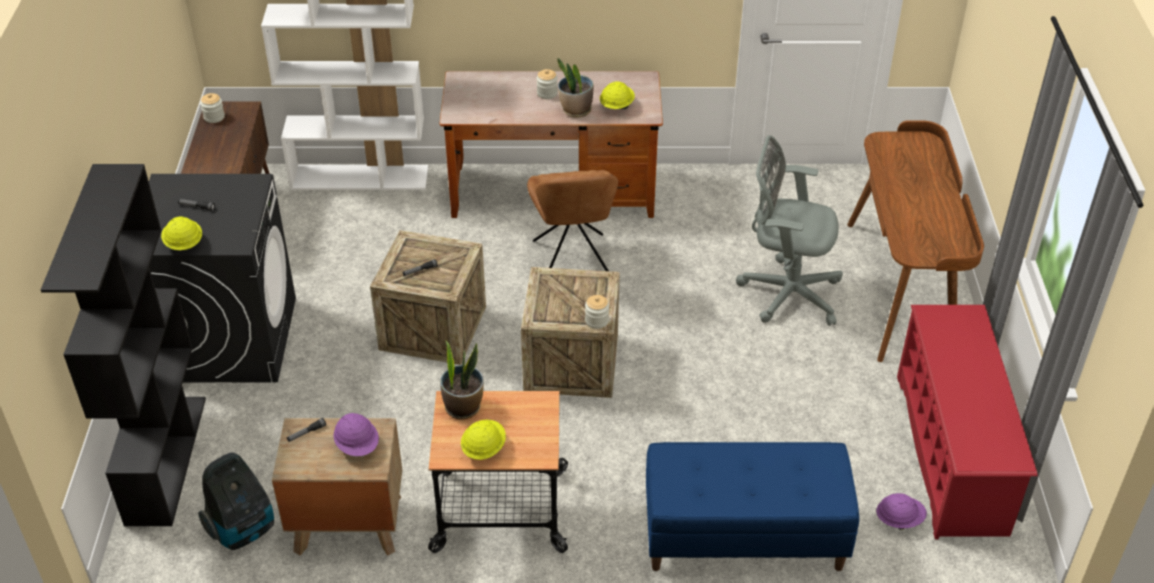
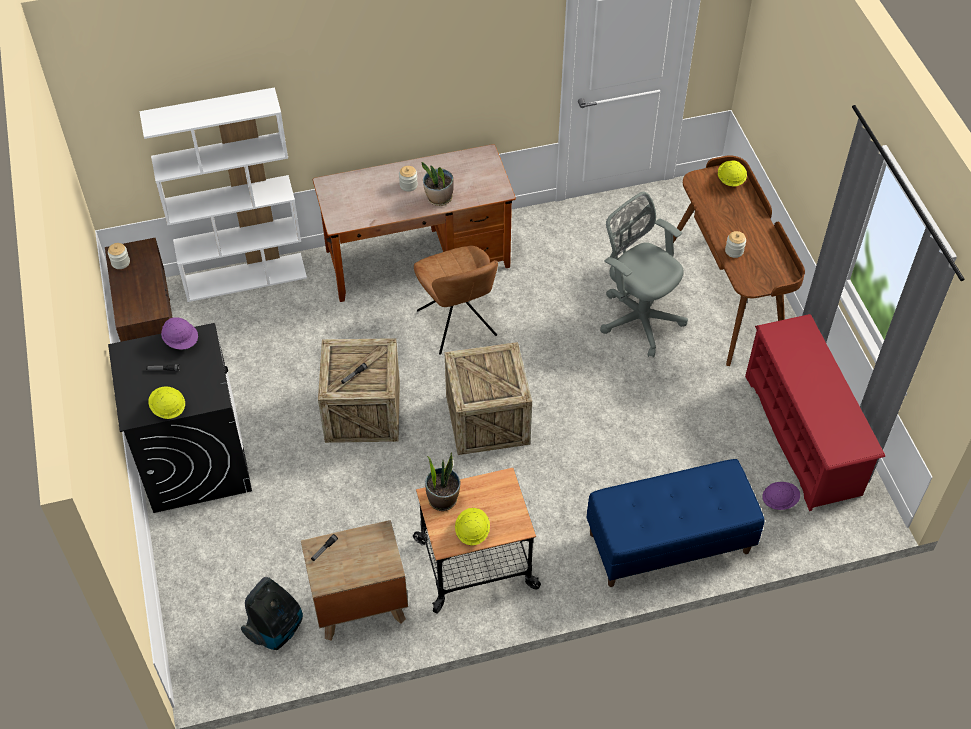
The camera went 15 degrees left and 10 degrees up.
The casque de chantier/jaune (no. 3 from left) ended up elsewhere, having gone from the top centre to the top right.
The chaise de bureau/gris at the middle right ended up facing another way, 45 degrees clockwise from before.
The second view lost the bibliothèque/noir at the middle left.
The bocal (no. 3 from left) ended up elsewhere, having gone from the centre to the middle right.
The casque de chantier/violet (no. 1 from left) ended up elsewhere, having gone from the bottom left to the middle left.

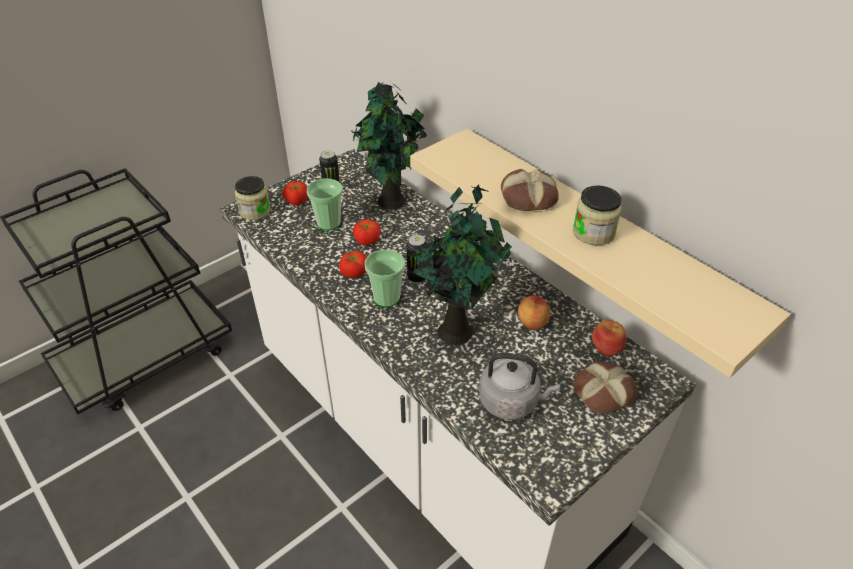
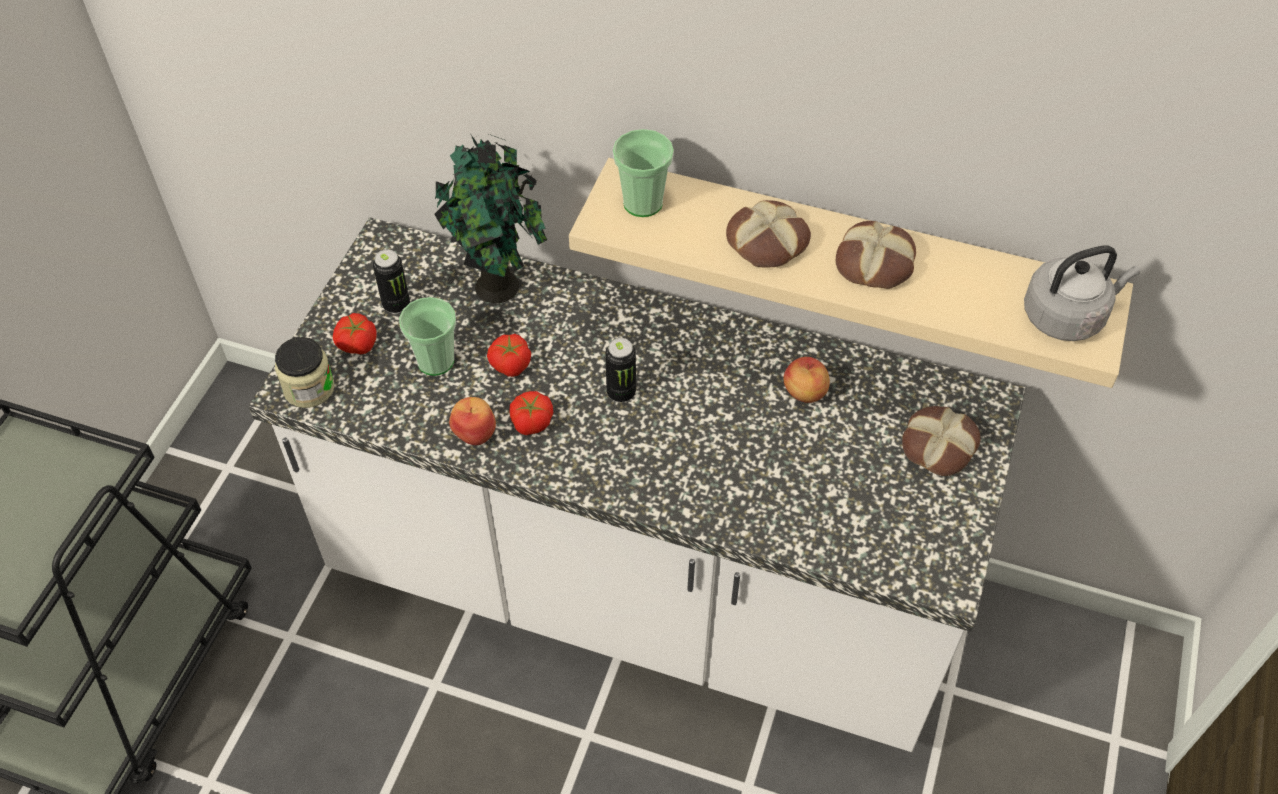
The camera went 30 degrees left and 10 degrees up.
The second view lost the plante en pot (no. 2 from left) at the centre.
Where the bocal (no. 2 from left) stood at the middle right, the pain (no. 2 from left) came to stand at the top right.
The tasse (no. 2 from left) ended up elsewhere, having gone from the centre to the top centre.
The pomme (no. 2 from left in the first image) ended up elsewhere, having gone from the middle right to the centre.
The bouilloire/gris ended up elsewhere, having gone from the bottom centre to the middle right.

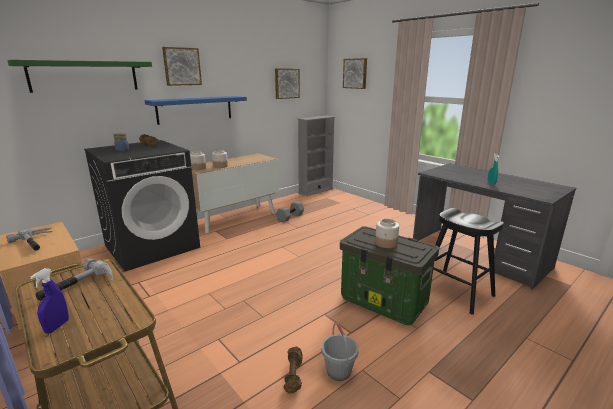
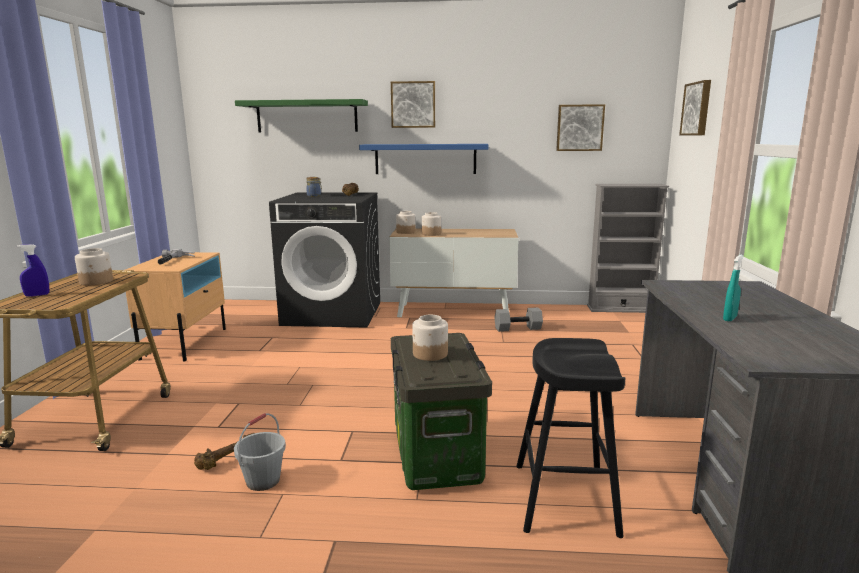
The camera went 45 degrees right and 5 degrees down.
Where the marteau (no. 2 from left) stood at the bottom left, the bocal (no. 1 from left) came to stand at the middle left.

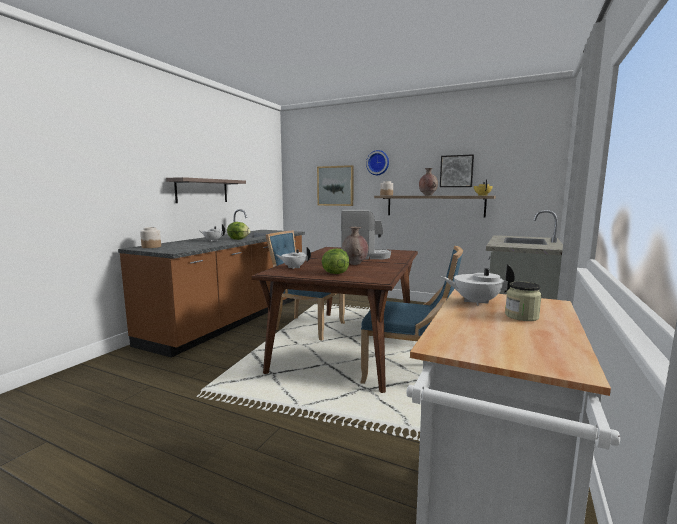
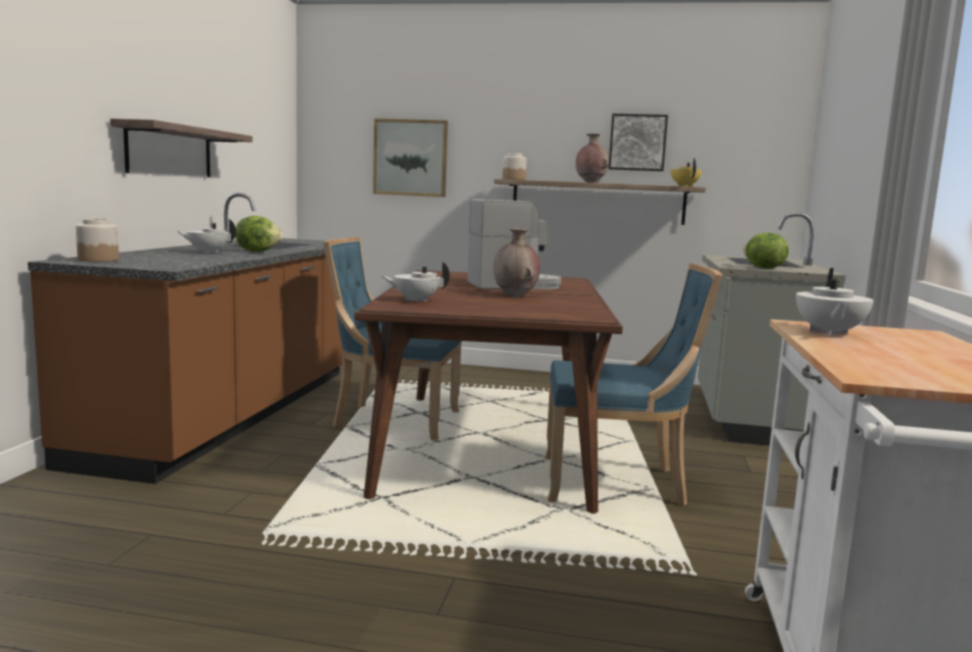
The camera went 15 degrees left and 0 degrees up.
The second view lost the horloge murale at the top centre.
The laitue (no. 2 from left) ended up elsewhere, having gone from the centre to the middle right.
The théière/blanc (no. 3 from left) at the middle right ended up facing another way, 75 degrees counterclockwise from before.
The second view lost the bocal (no. 3 from left) at the middle right.

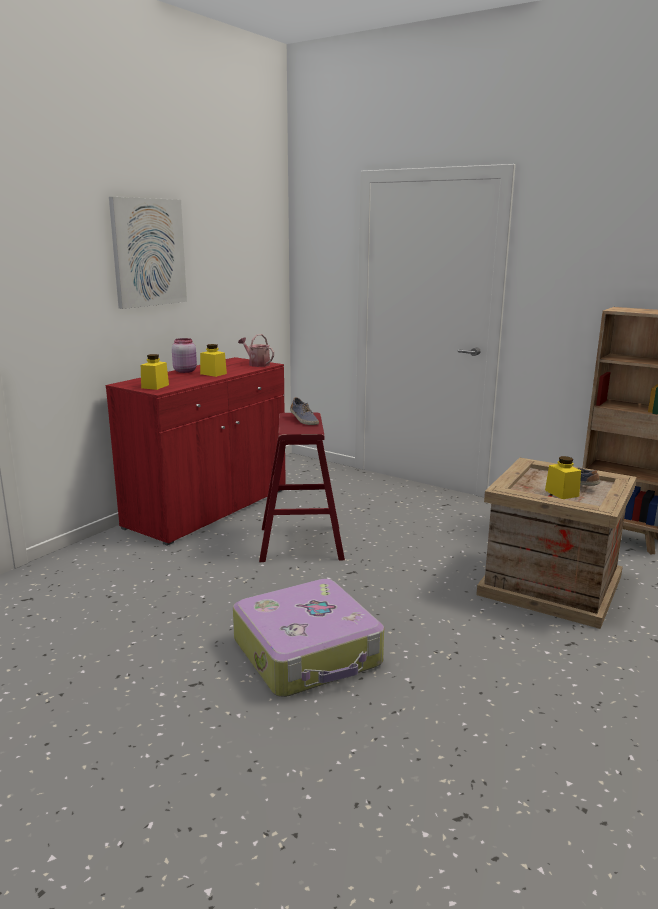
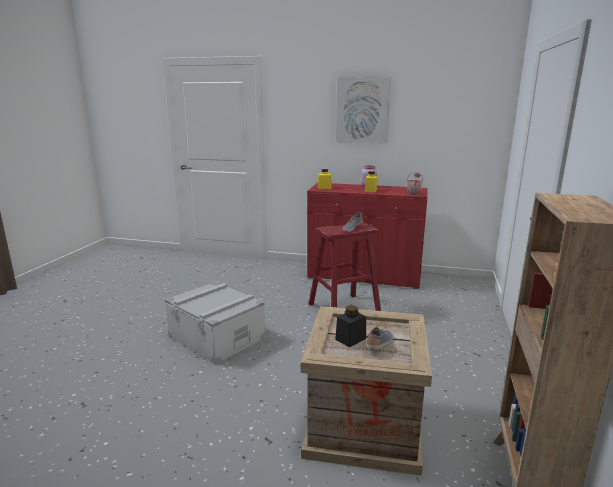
The camera went 70 degrees right and 0 degrees up.
What was the bocal/jaune (no. 3 from left) at the middle right turned into the bocal/noir at the bottom centre.
Where the valise stood at the bottom centre, the boîte de rangement/gris came to stand at the centre.

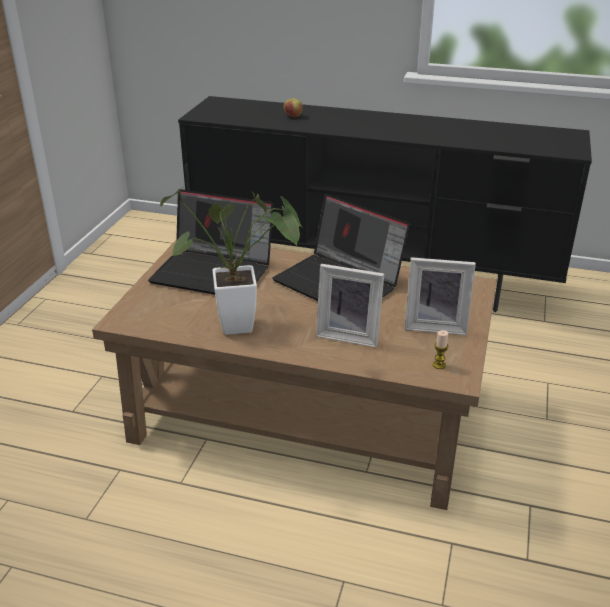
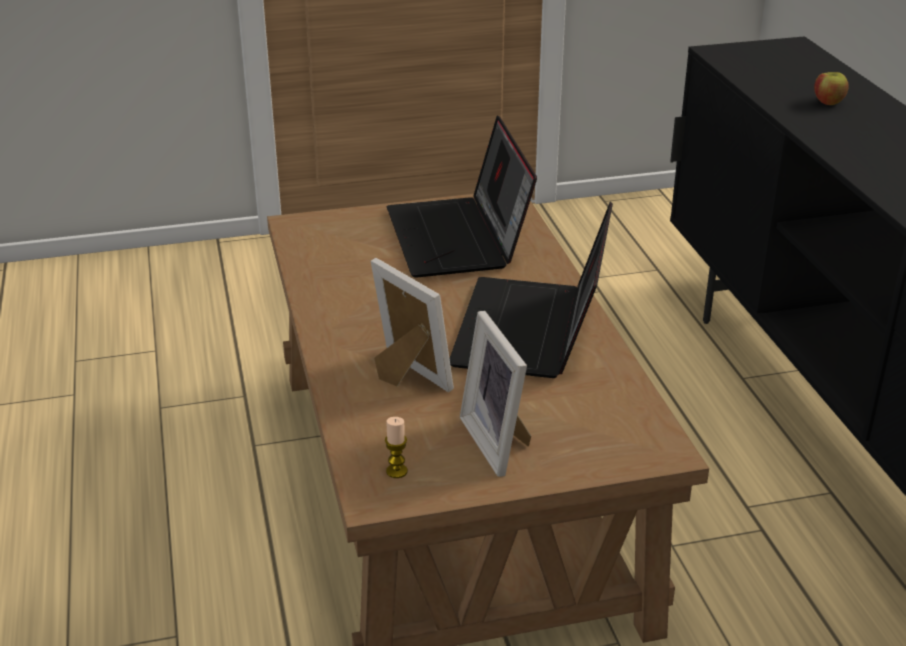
The camera went 60 degrees right and 0 degrees up.
The second view lost the plante en pot at the centre.
The cadre photo (no. 1 from left) at the centre ended up facing another way, 150 degrees clockwise from before.

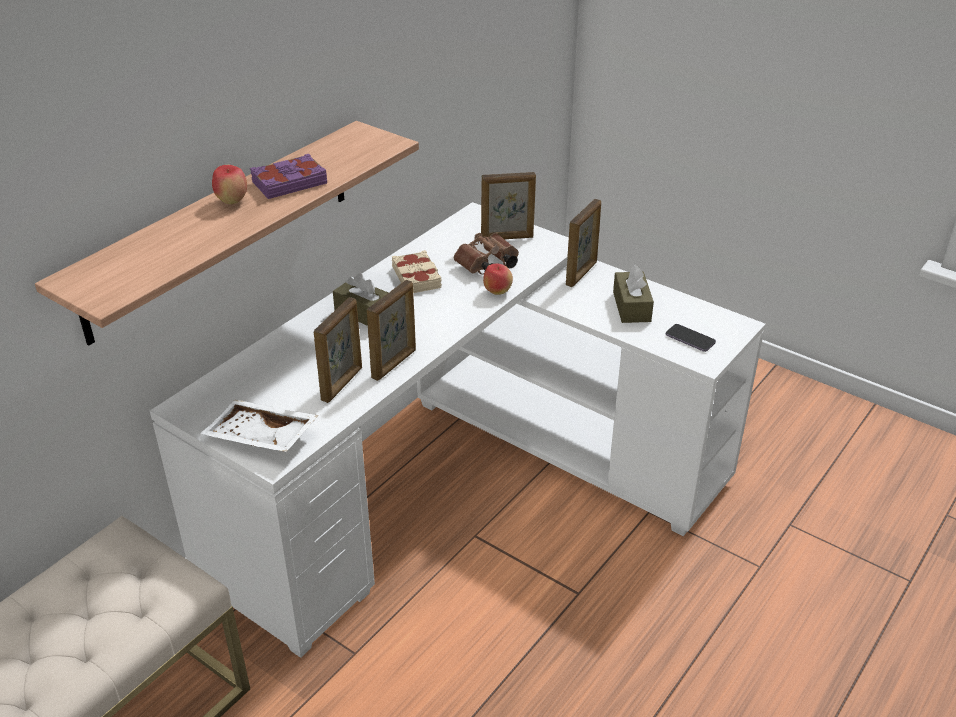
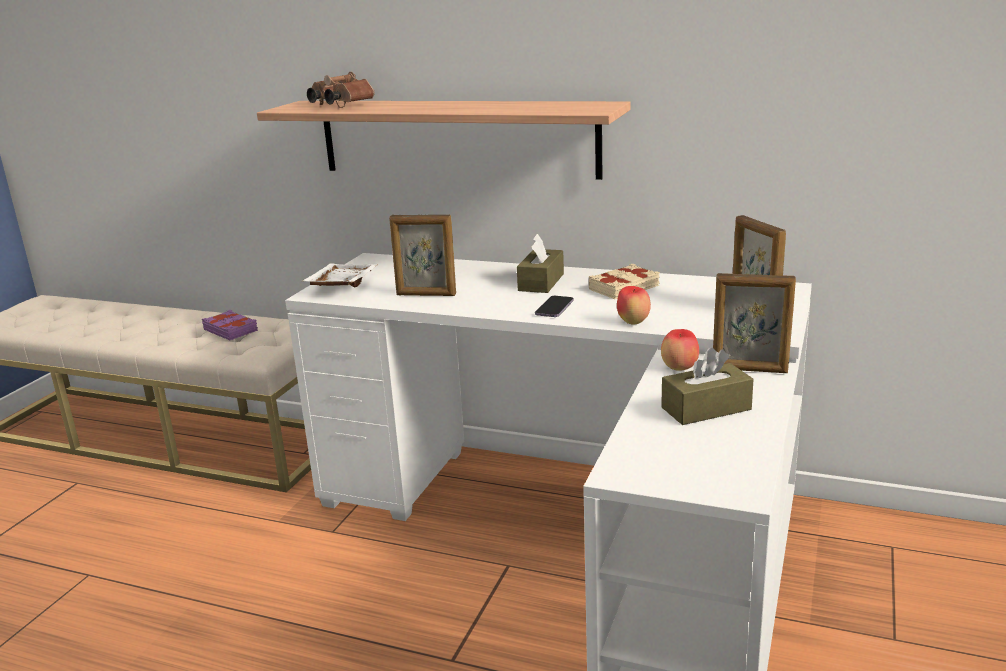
The camera went 75 degrees right and 15 degrees down.
The livre/violet ended up elsewhere, having gone from the top left to the middle left.
The pomme (no. 1 from left in the first image) ended up elsewhere, having gone from the top left to the middle right.
The jumelles/marron ended up elsewhere, having gone from the centre to the top centre.
The second view lost the cadre photo (no. 2 from left) at the centre.
The téléphone ended up elsewhere, having gone from the middle right to the centre.

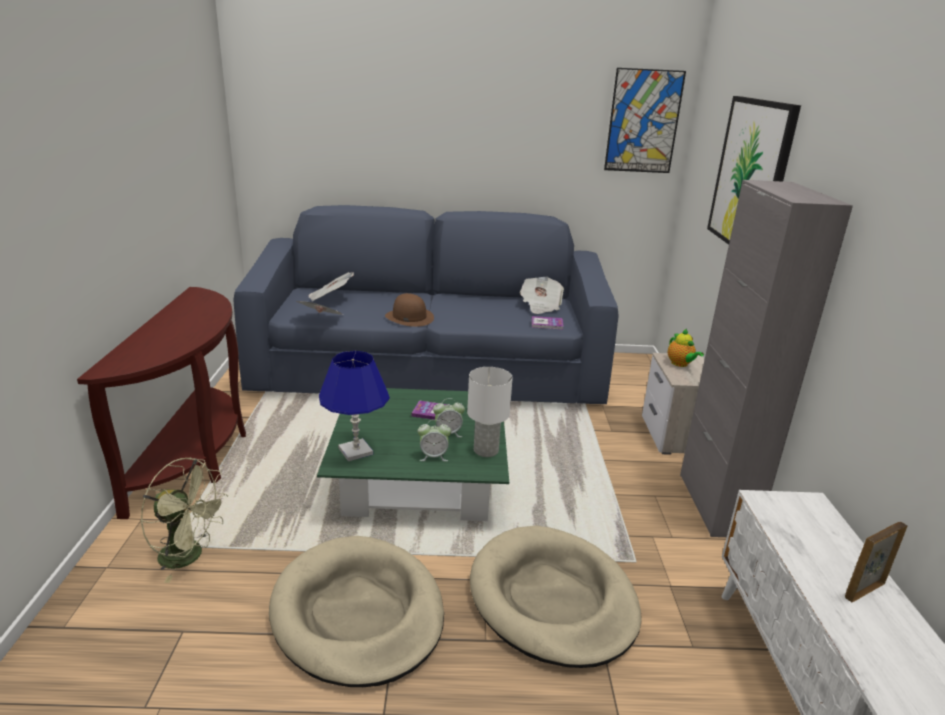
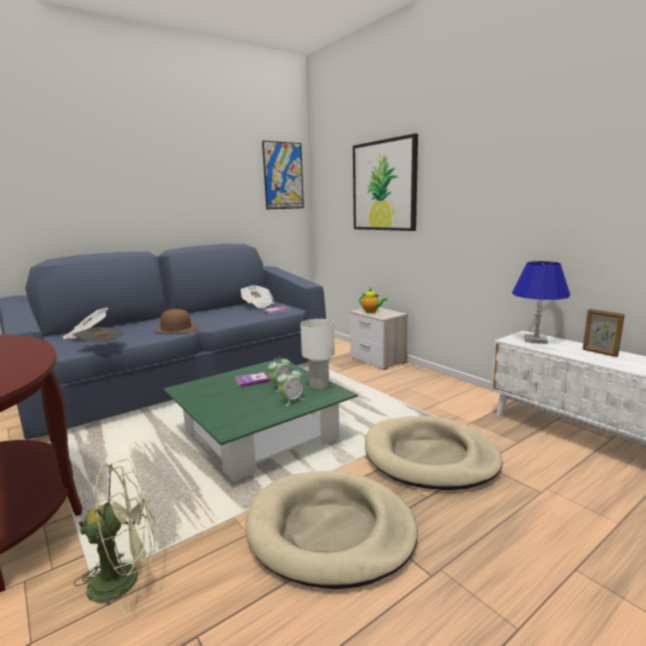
The camera went 35 degrees left and 10 degrees down.
The second view lost the meuble de rangement/gris at the middle right.
The lampe de table/bleu ended up elsewhere, having gone from the centre to the middle right.
The cadre photo at the bottom right ended up facing another way, 60 degrees counterclockwise from before.

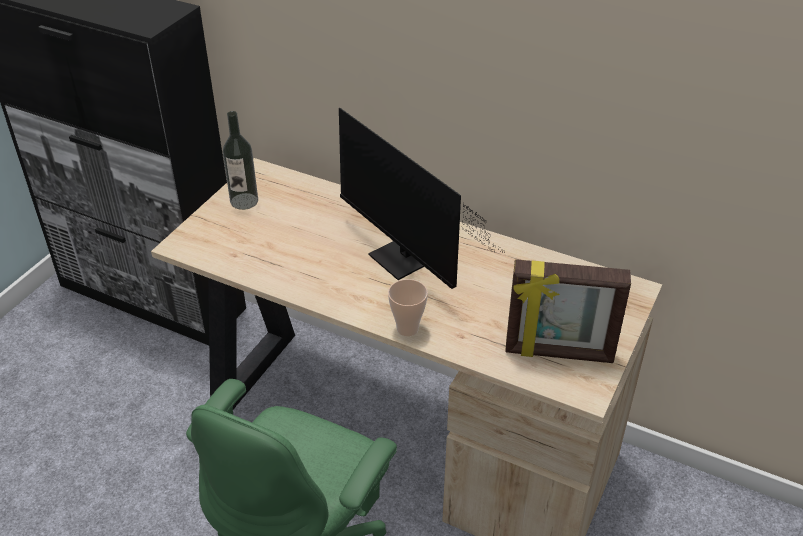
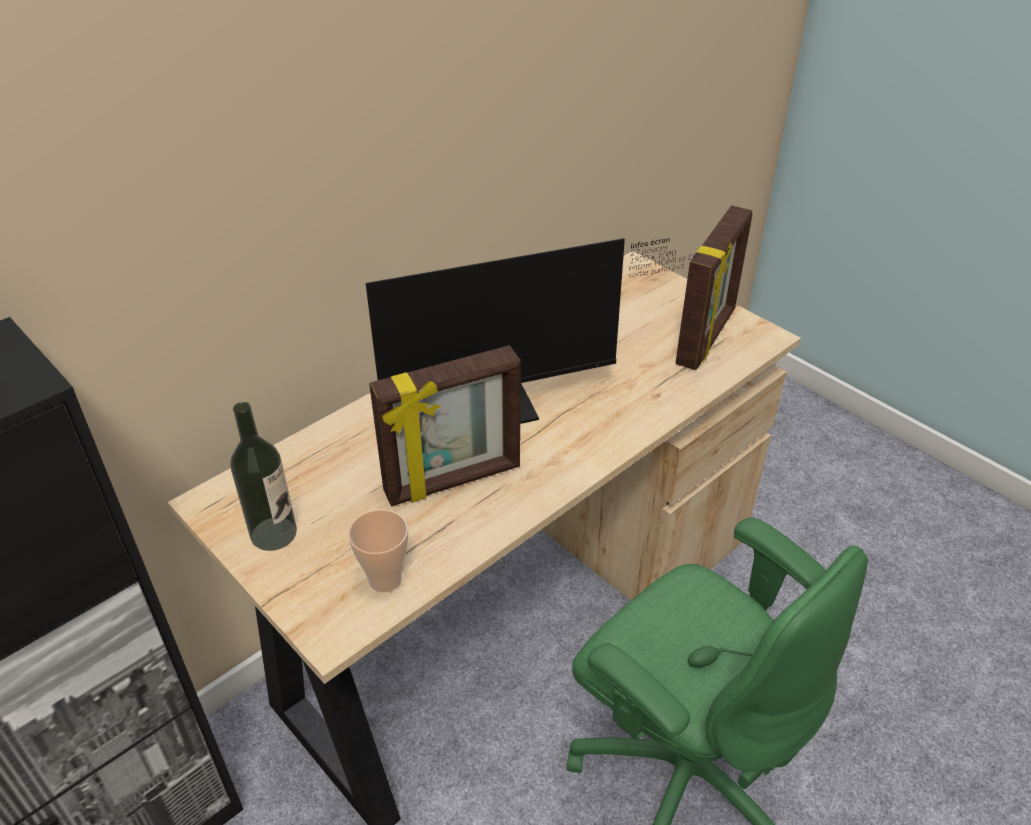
The camera went 70 degrees left and 0 degrees up.
The tasse ended up elsewhere, having gone from the centre to the bottom centre.
The second view gained the cadre photo (no. 1 from left) at the centre.

